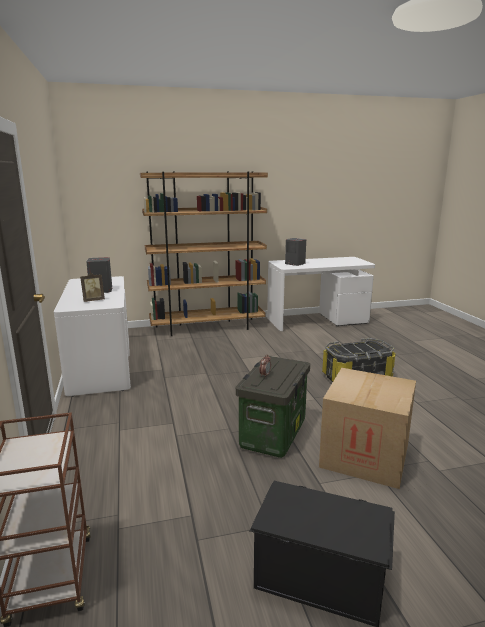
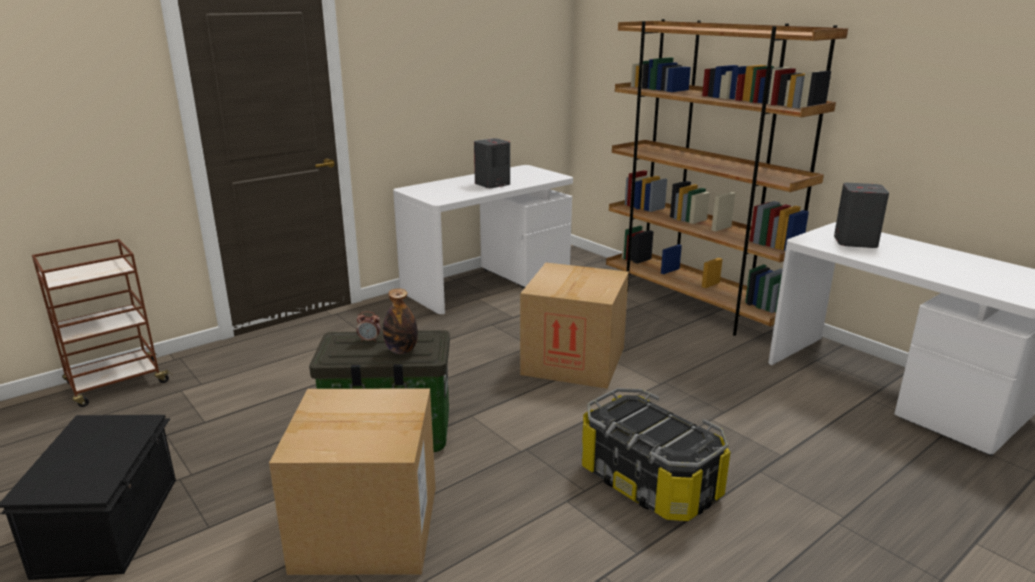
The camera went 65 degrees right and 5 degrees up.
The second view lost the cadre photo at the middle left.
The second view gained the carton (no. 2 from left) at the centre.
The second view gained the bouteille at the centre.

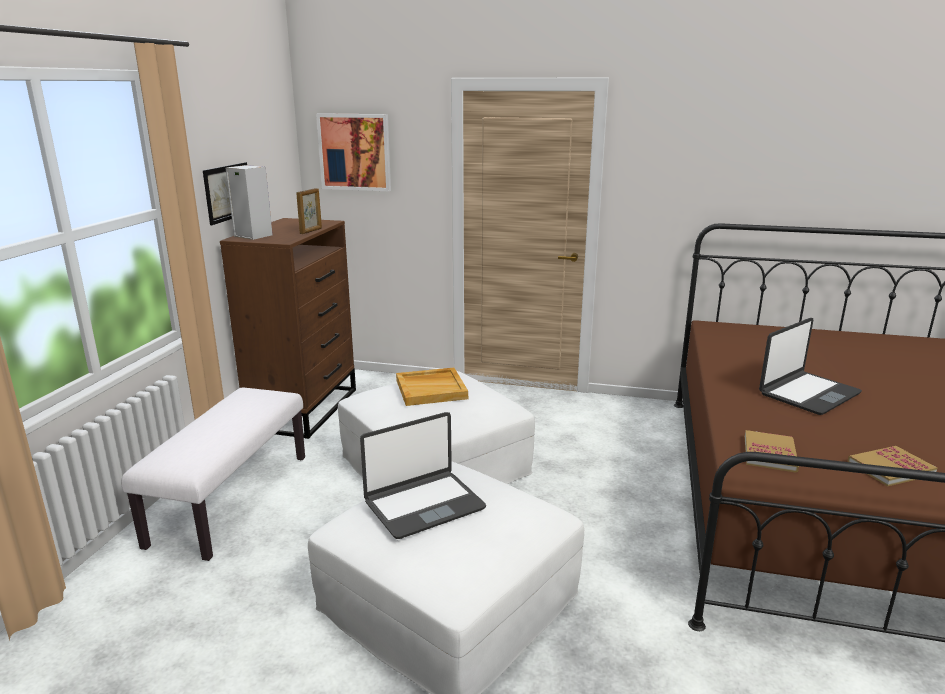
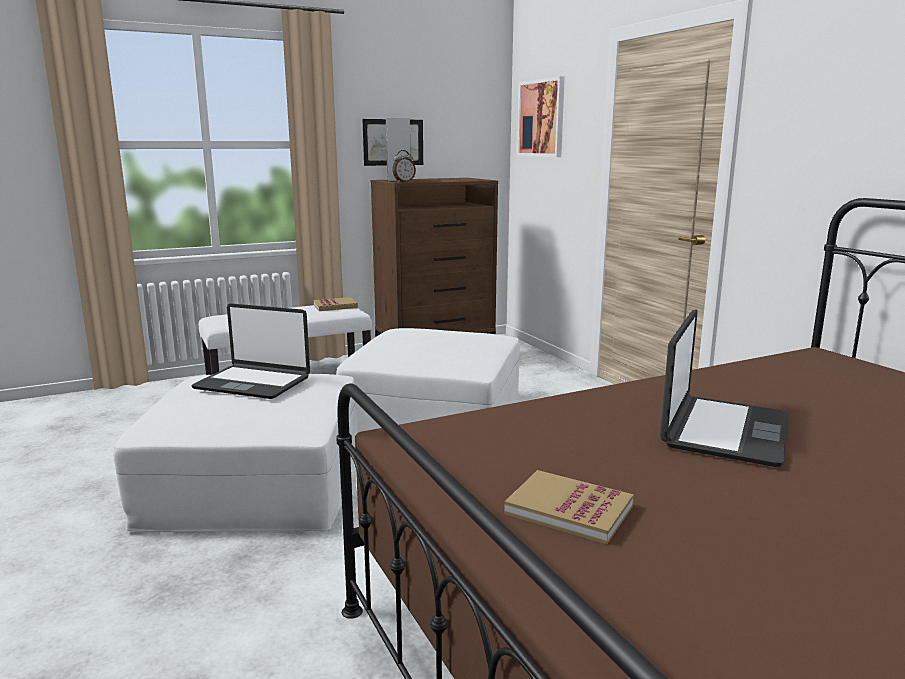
The camera went 50 degrees right and 5 degrees down.
The second view lost the cadre photo at the top left.
The ordinateur portable (no. 2 from left) at the middle right ended up facing another way, 75 degrees counterclockwise from before.
The second view lost the plateau/beige at the centre.
The livre (no. 1 from left) ended up elsewhere, having gone from the middle right to the centre.
The second view gained the réveil at the top centre.

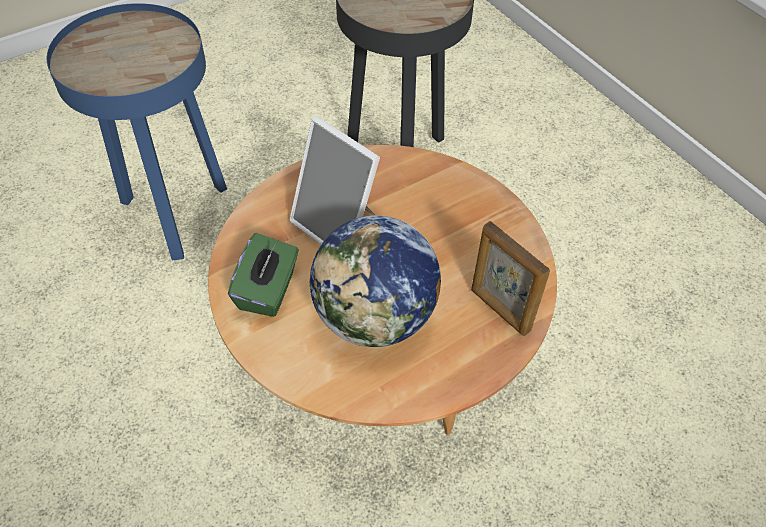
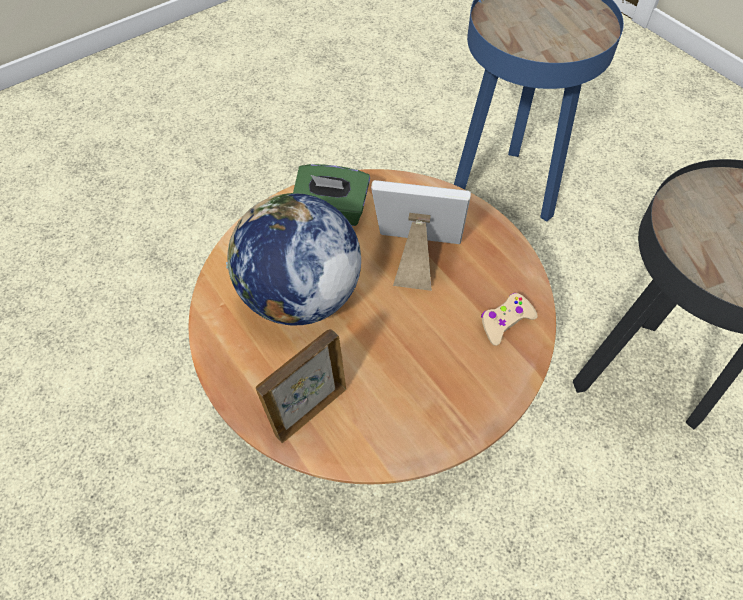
The camera went 90 degrees right and 5 degrees up.
The cadre photo (no. 1 from left in the first image) at the centre ended up facing another way, 60 degrees clockwise from before.
The second view gained the manette/beige at the middle right.

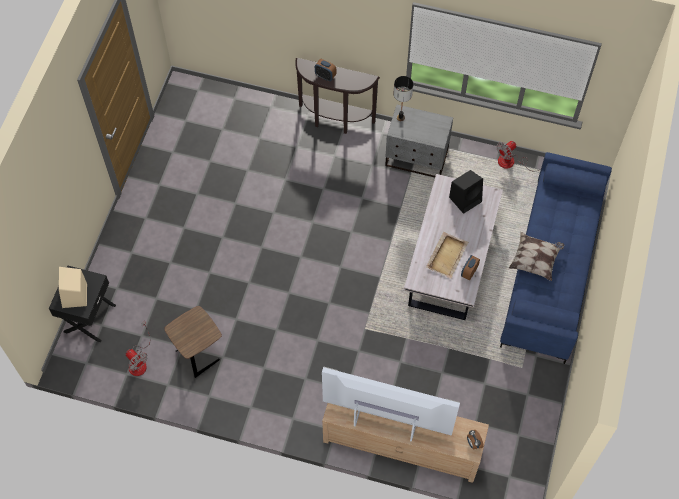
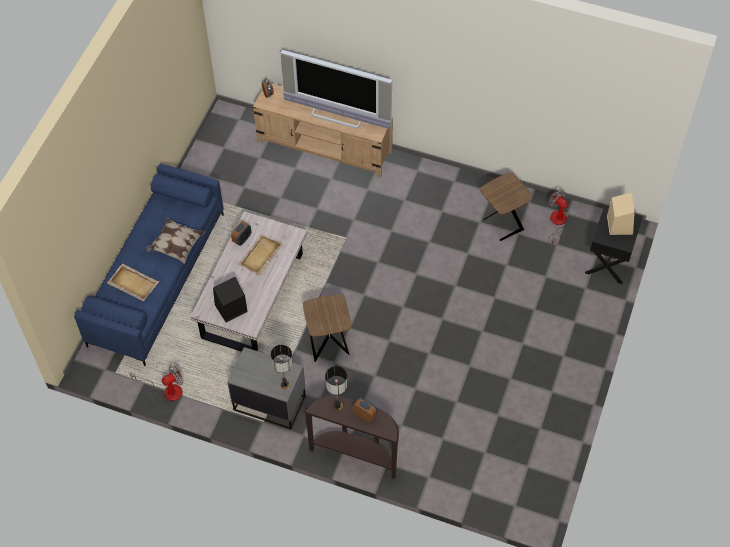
The camera went 175 degrees left and 5 degrees down.
The second view gained the plateau/beige (no. 1 from left) at the middle left.
The second view gained the table d'appoint/marron (no. 1 from left) at the centre.
The second view gained the lampe de table (no. 2 from left) at the bottom centre.

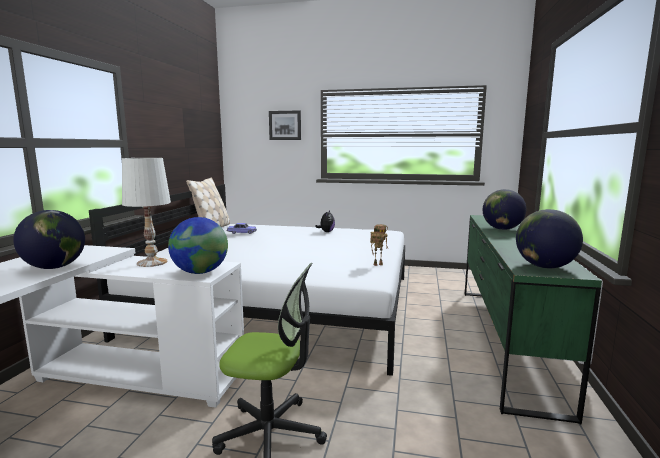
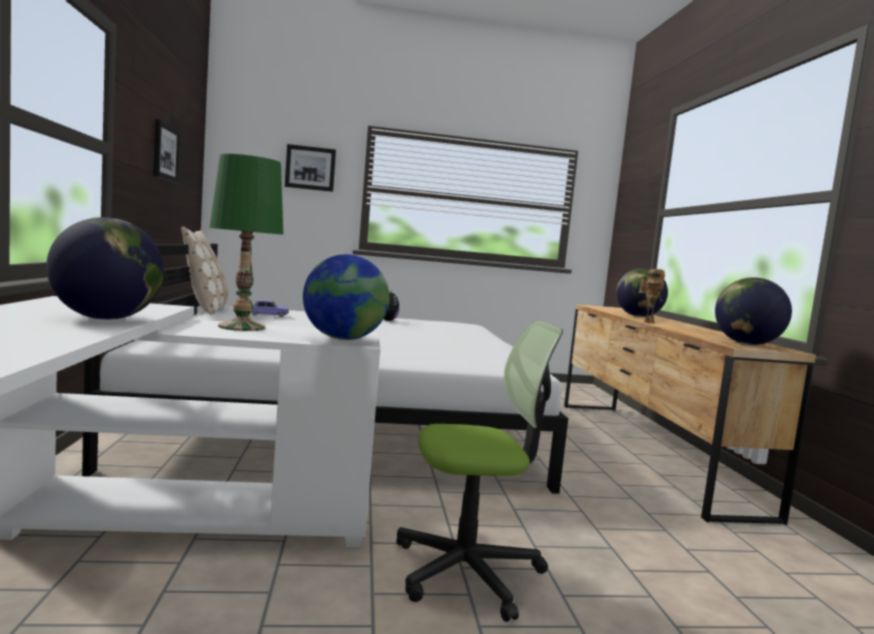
The camera went 20 degrees left and 5 degrees down.
What was the lampe de table/blanc at the middle left turned into the lampe de table/vert at the middle left.
What was the commode/vert at the bottom right turned into the commode/marron at the middle right.
The robot jouet ended up elsewhere, having gone from the centre to the middle right.
The second view gained the tableau (no. 1 from left) at the top left.

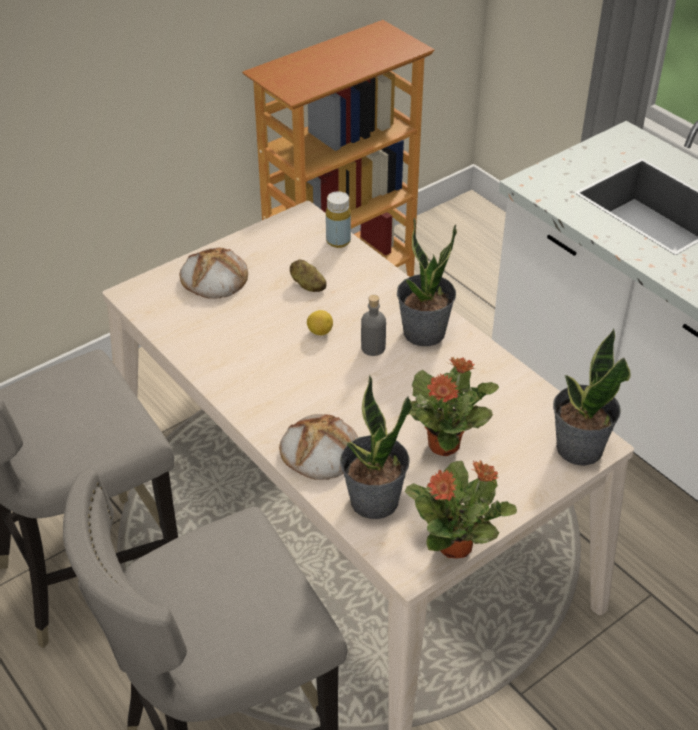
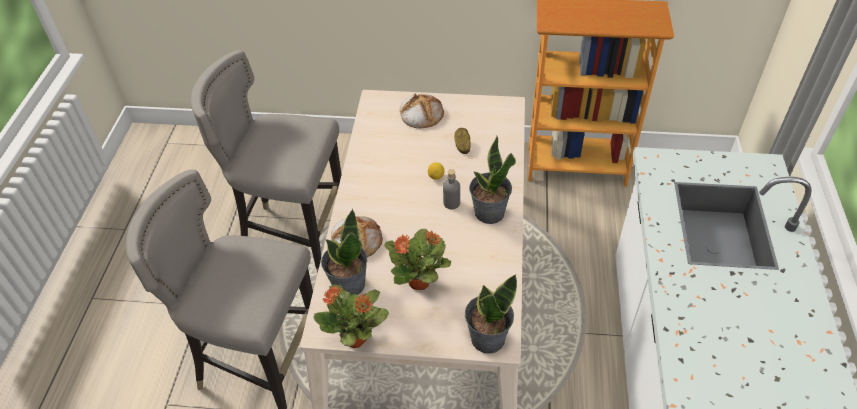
The camera went 45 degrees right and 5 degrees up.
The second view lost the bouteille/jaune at the top centre.

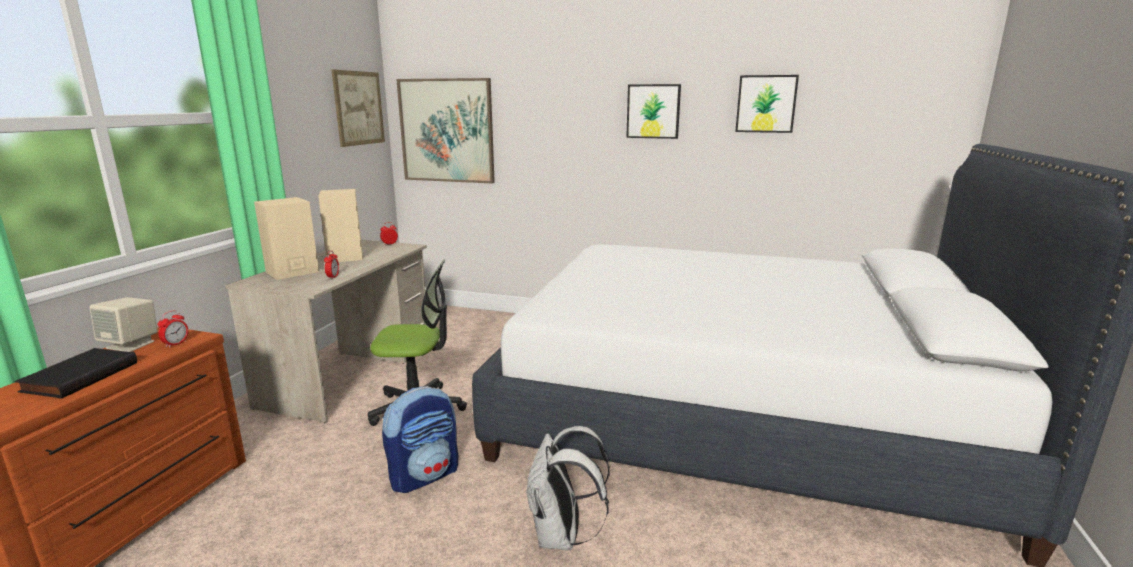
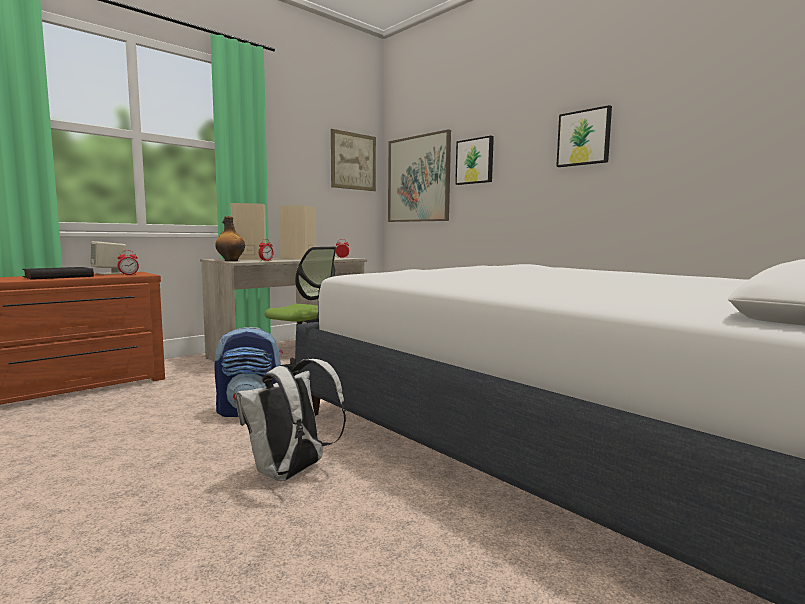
The camera went 30 degrees right and 10 degrees down.
The tableau (no. 4 from left in the first image) ended up elsewhere, having gone from the top right to the top centre.
The second view gained the bouteille at the middle left.

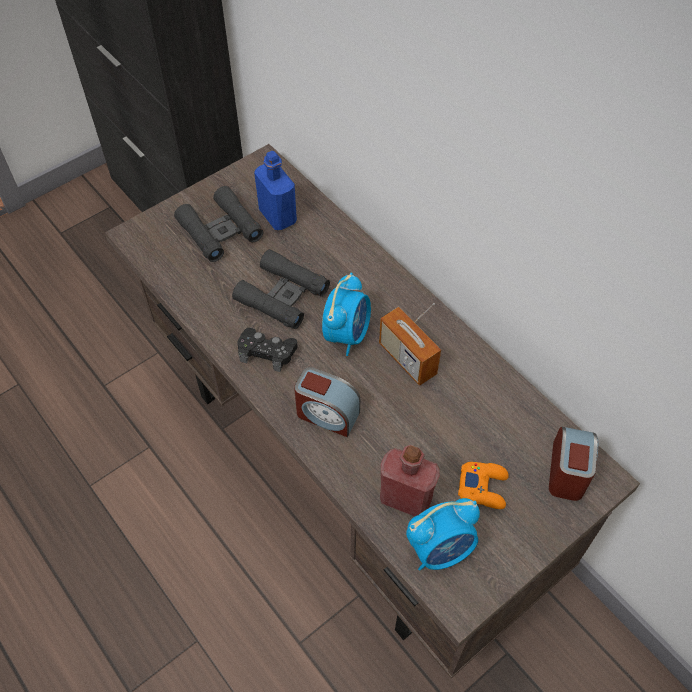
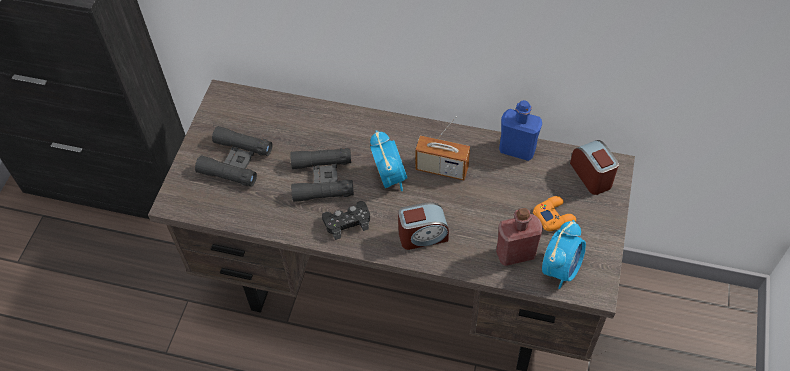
The camera went 35 degrees left and 0 degrees up.
The bouteille/bleu ended up elsewhere, having gone from the top centre to the centre.

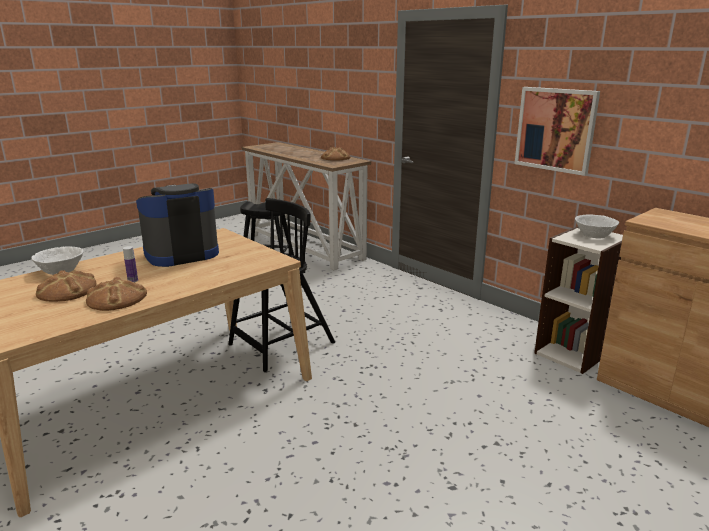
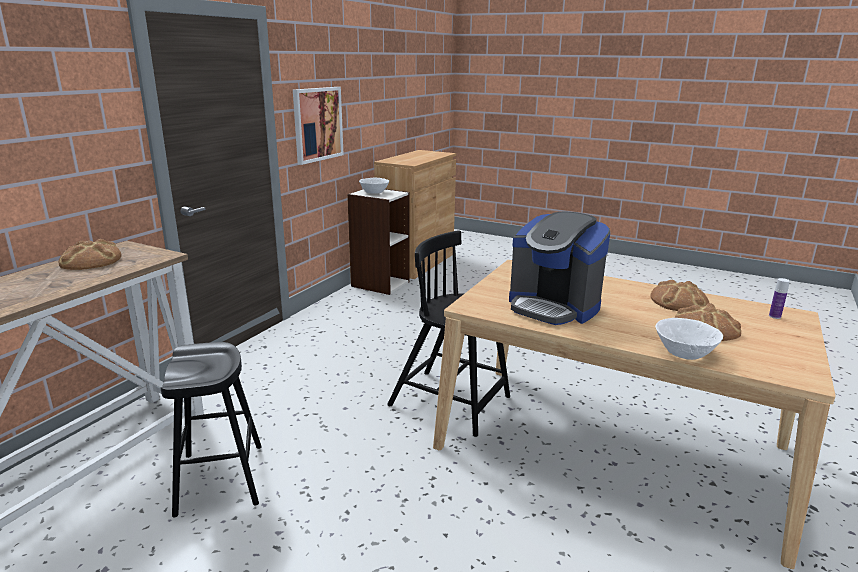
The camera went 110 degrees left and 0 degrees up.
The bouteille ended up elsewhere, having gone from the middle left to the middle right.

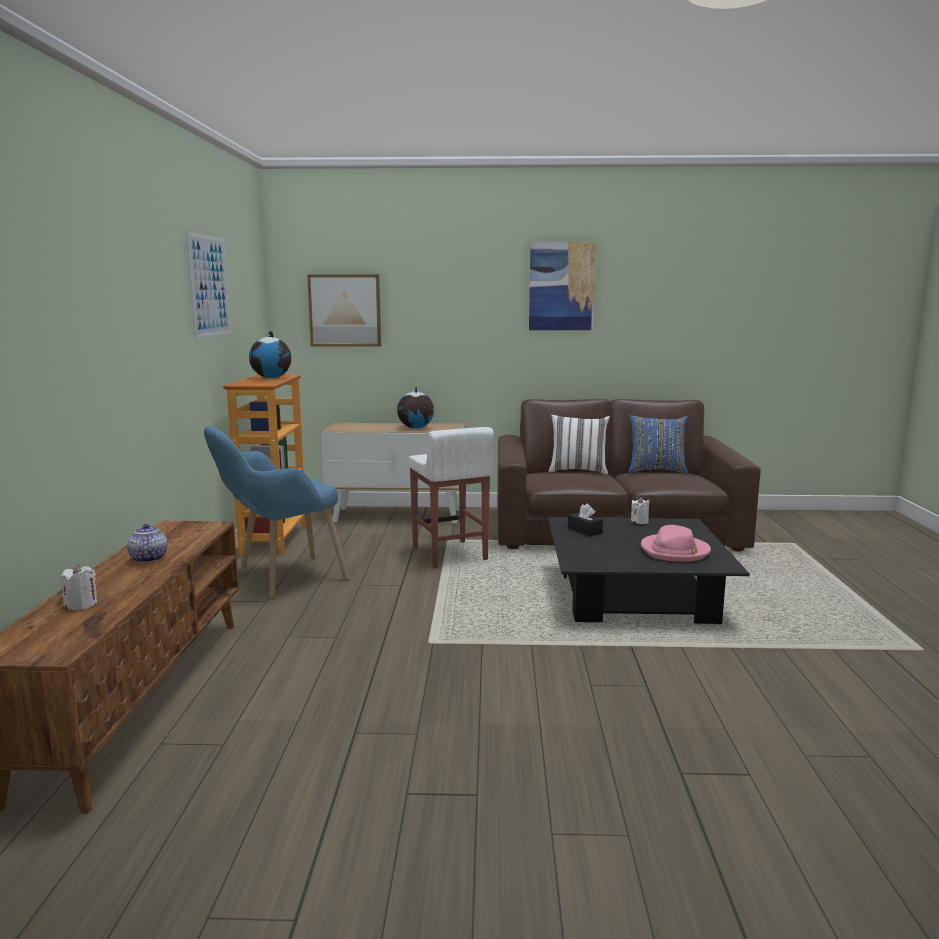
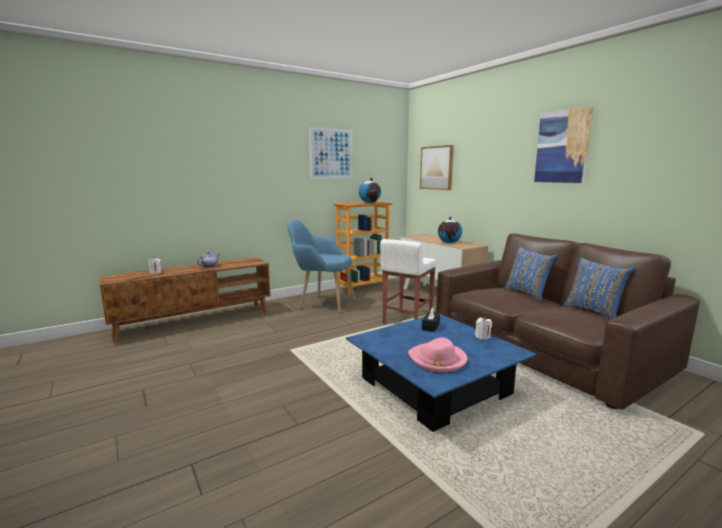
The camera went 55 degrees right and 0 degrees up.
What was the coussin/blanc at the centre turned into the coussin/bleu (no. 1 from left) at the middle right.
What was the table basse/noir at the middle right turned into the table basse/bleu at the bottom centre.

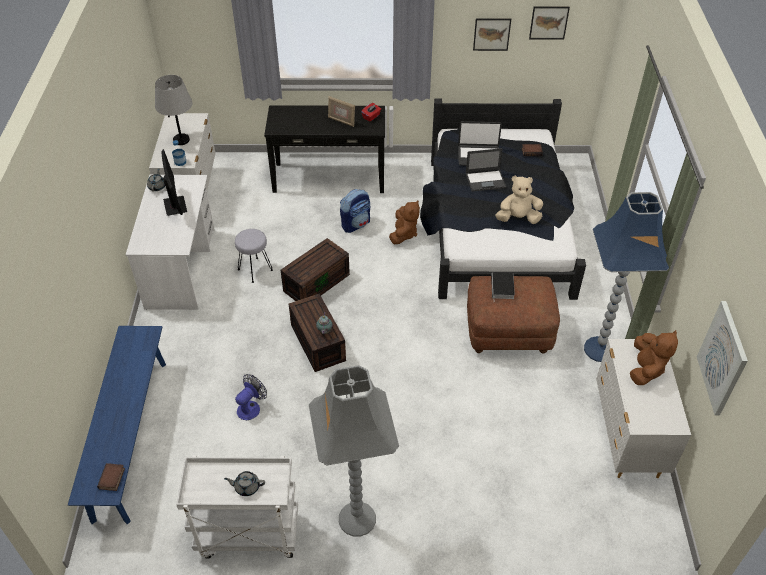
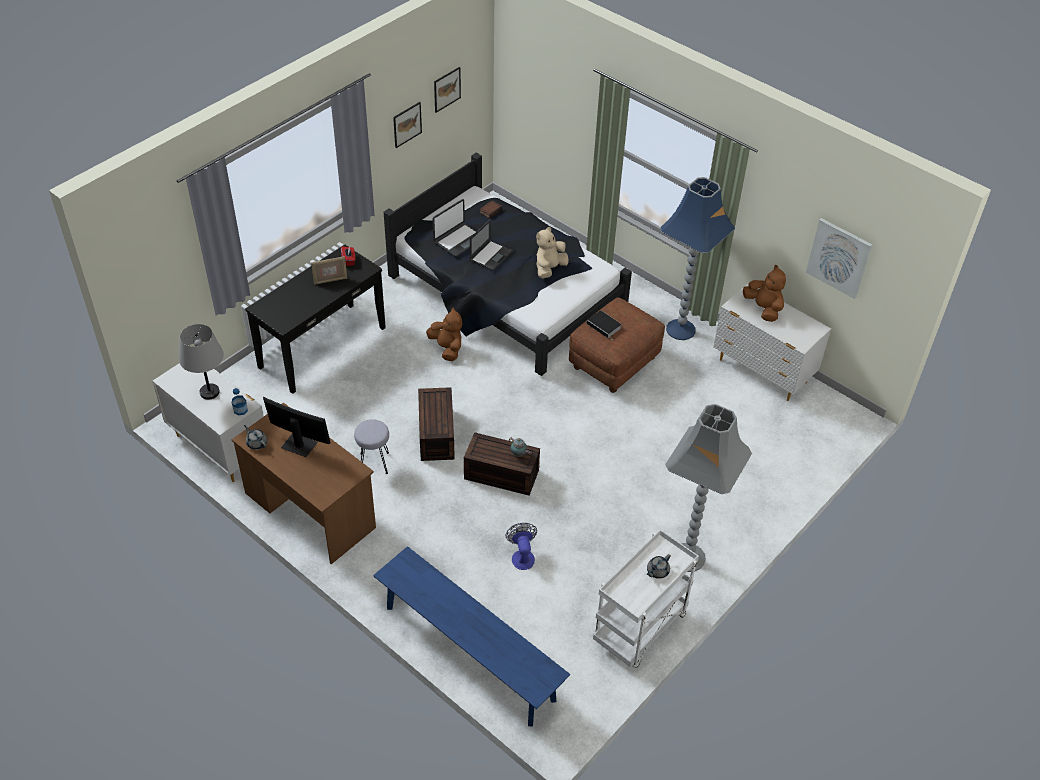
The camera went 50 degrees left and 0 degrees up.
What was the bureau/blanc at the middle left turned into the bureau/marron at the middle left.
The second view lost the sac à dos at the centre.
The second view lost the livre (no. 1 from left) at the bottom left.

